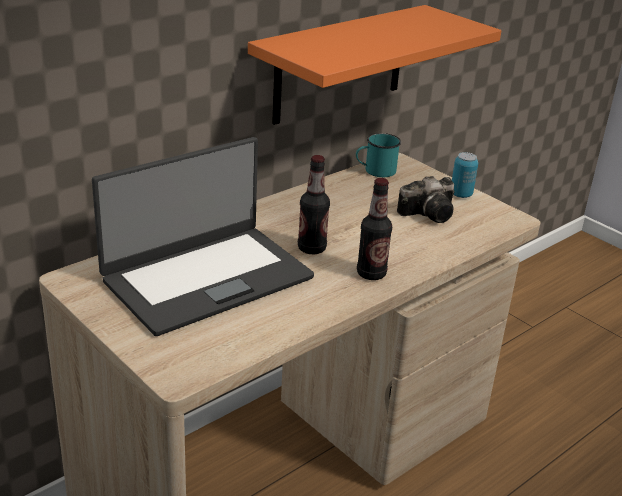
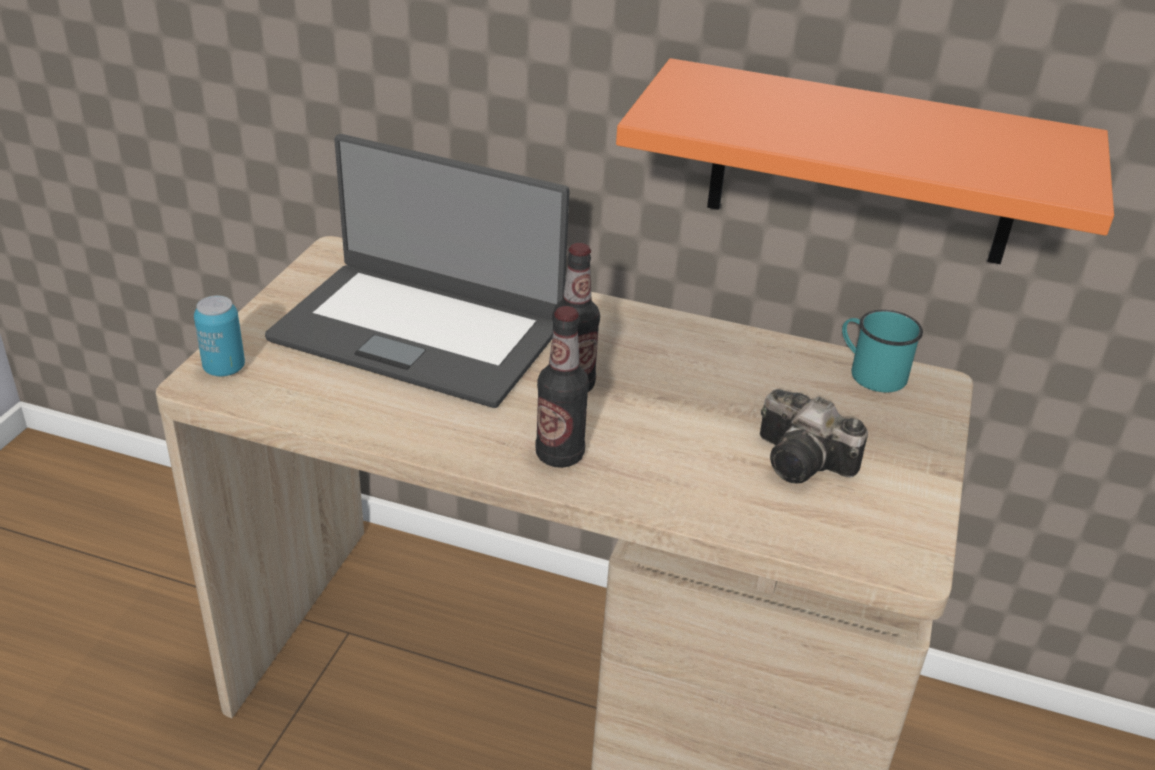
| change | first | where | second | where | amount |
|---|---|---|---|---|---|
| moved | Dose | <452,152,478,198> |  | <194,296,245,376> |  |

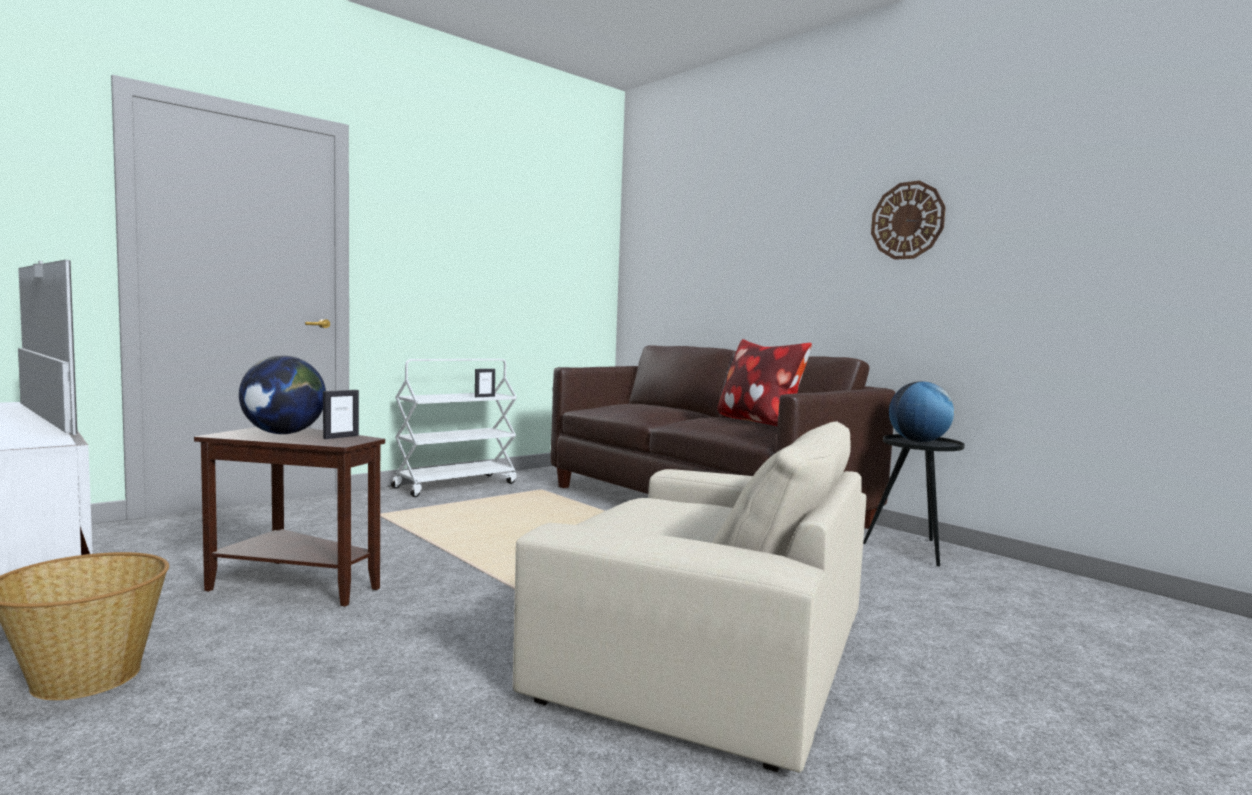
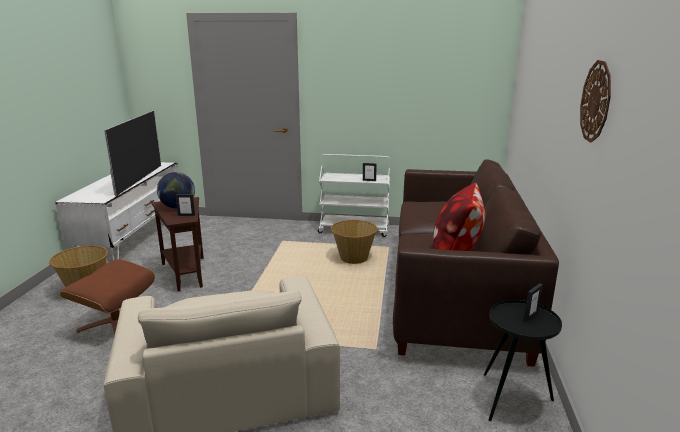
| change | first | where | second | where | amount |
|---|---|---|---|---|---|
| added |  |  | Polsterhocker [braun] | <60,260,155,336> |  |
| added |  |  | Korb | <331,220,377,264> |  |
| replaced | Globus | <889,381,954,442> | Bilderrahmen | <523,283,543,322> |  |

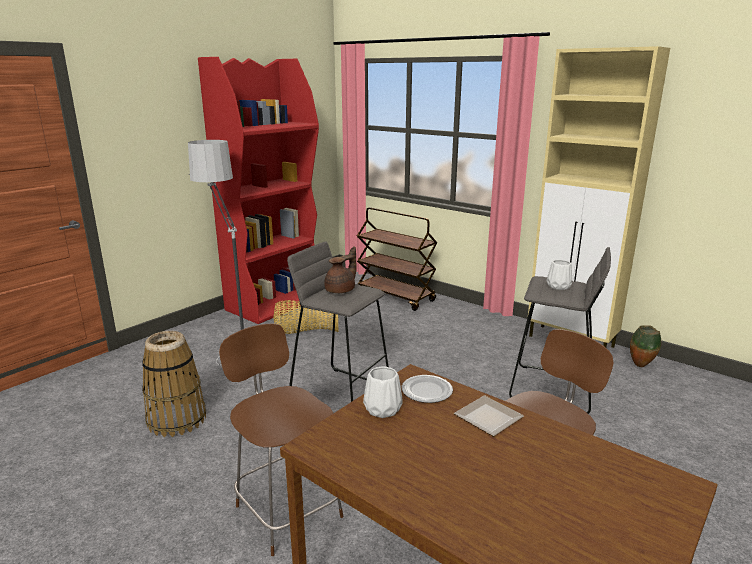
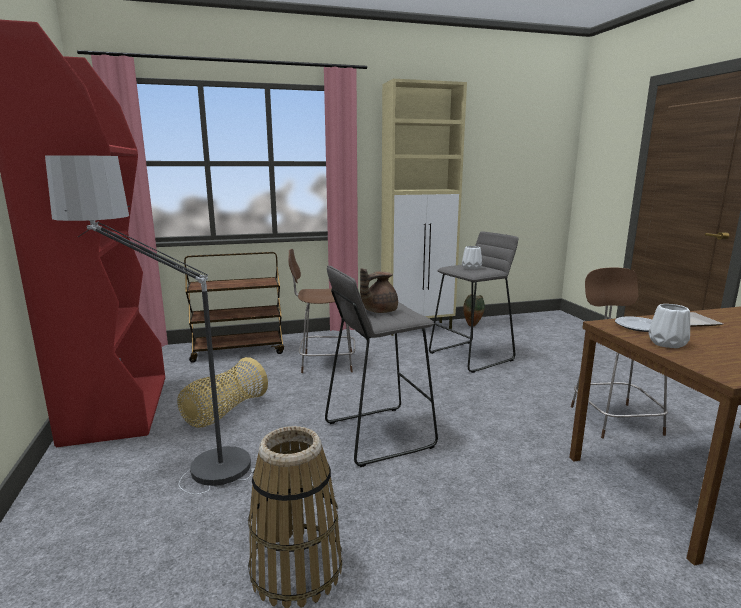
| change | first | where | second | where | amount |
|---|---|---|---|---|---|
| moved | Stuhl [braun] | <219,323,343,556> |  | <288,249,355,373> |  |
| turned | Teekanne [braun] | <324,246,357,293> |  | <360,268,398,313> | 120 degrees counterclockwise |

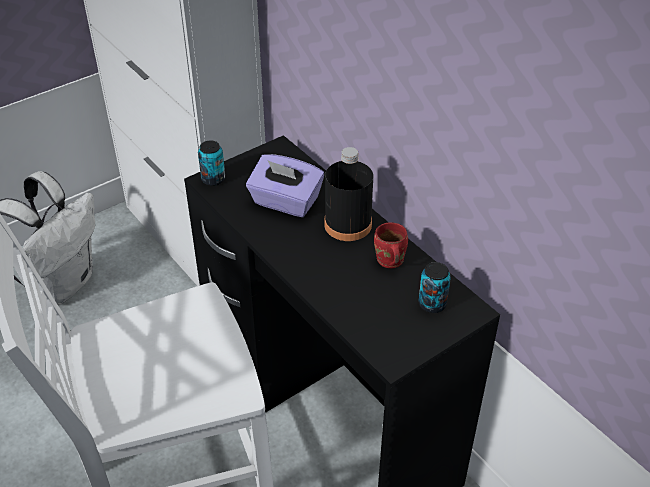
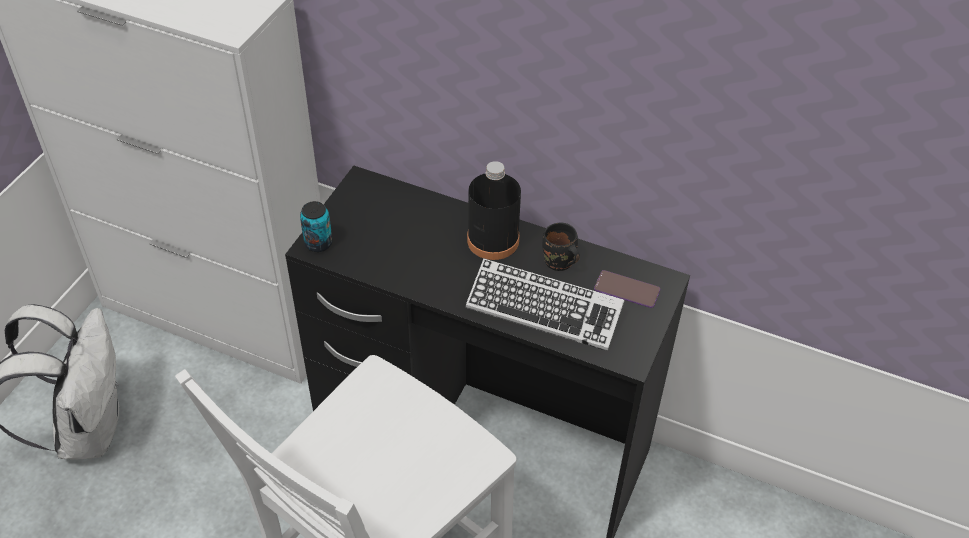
| change | first | where | second | where | amount |
|---|---|---|---|---|---|
| removed | Taschentuchbox [lila] | <246,154,324,217> |  |  |  |
| added |  |  | Tastatur | <466,258,624,351> |  |
| replaced | Dose | <419,262,451,313> | Handy | <594,270,660,308> |  |
| recoloured | Henkelbecher [rot] | <374,222,408,268> | Henkelbecher [schwarz] | <542,223,580,271> |  |

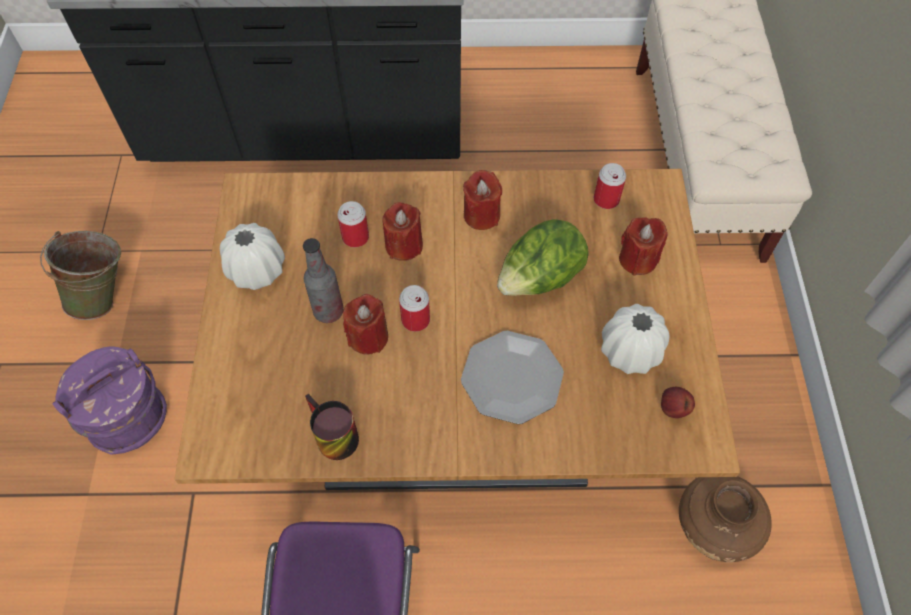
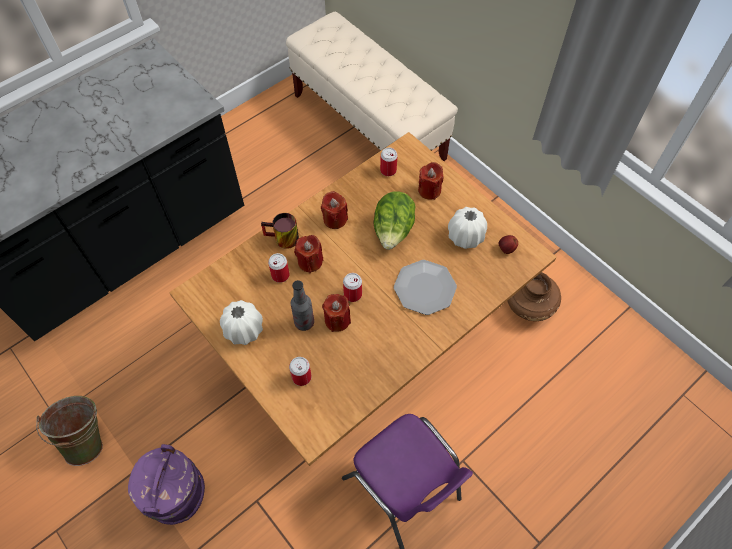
| change | first | where | second | where | amount |
|---|---|---|---|---|---|
| added |  |  | Dose | <289,357,312,386> |  |
| moved | Henkelbecher | <305,394,359,460> |  | <261,213,299,249> |  |

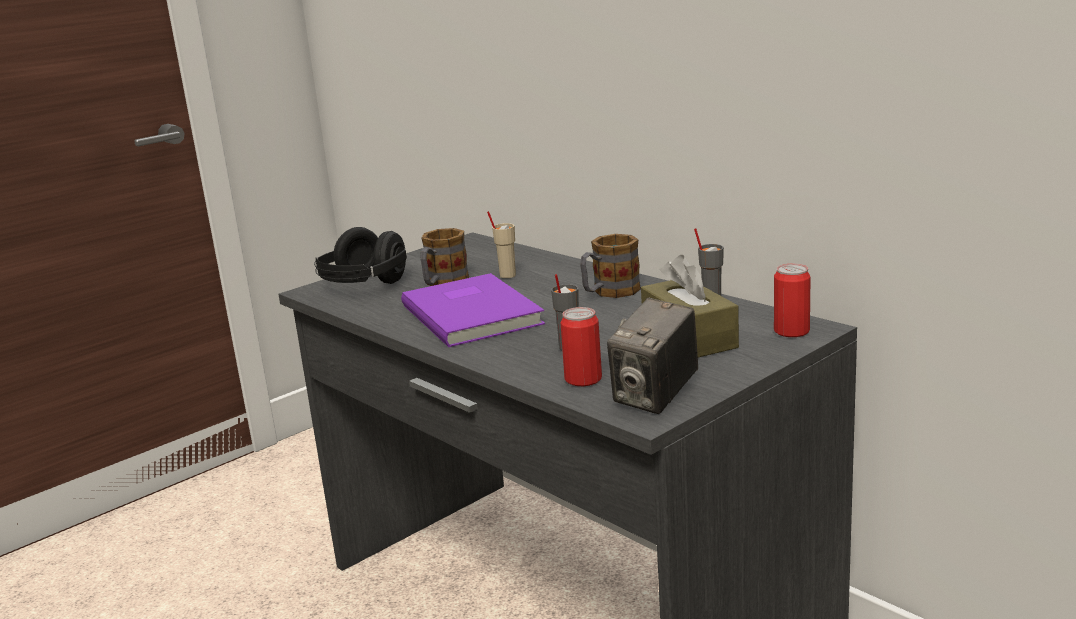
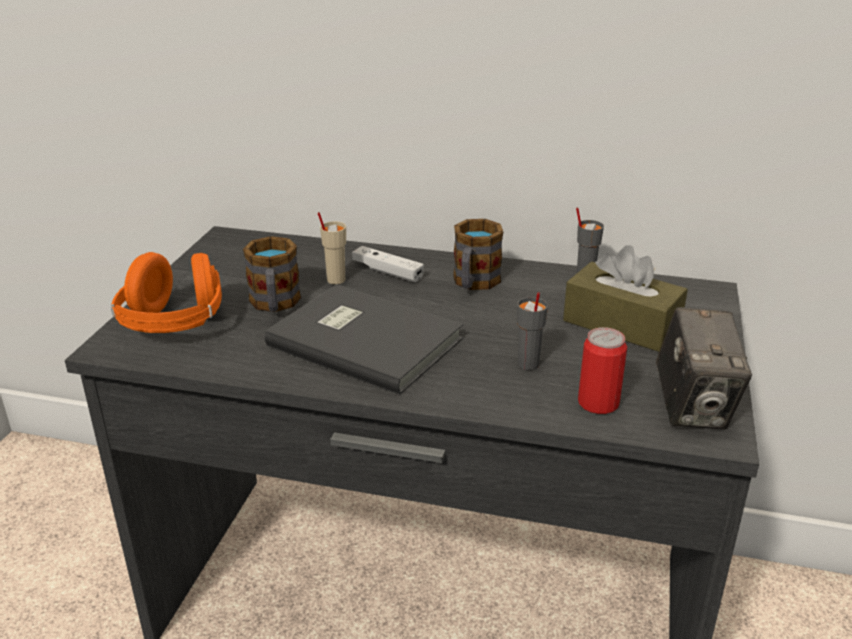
| change | first | where | second | where | amount |
|---|---|---|---|---|---|
| removed | Dose | <774,264,811,337> |  |  |  |
| added |  |  | Gamepad [weiß] | <352,246,424,282> |  |
| recoloured | Kopfhörer [schwarz] | <314,227,407,284> | Kopfhörer [orange] | <111,252,222,333> |  |
| recoloured | Buch [lila] | <401,273,545,347> | Buch [grau] | <265,284,464,395> |  |

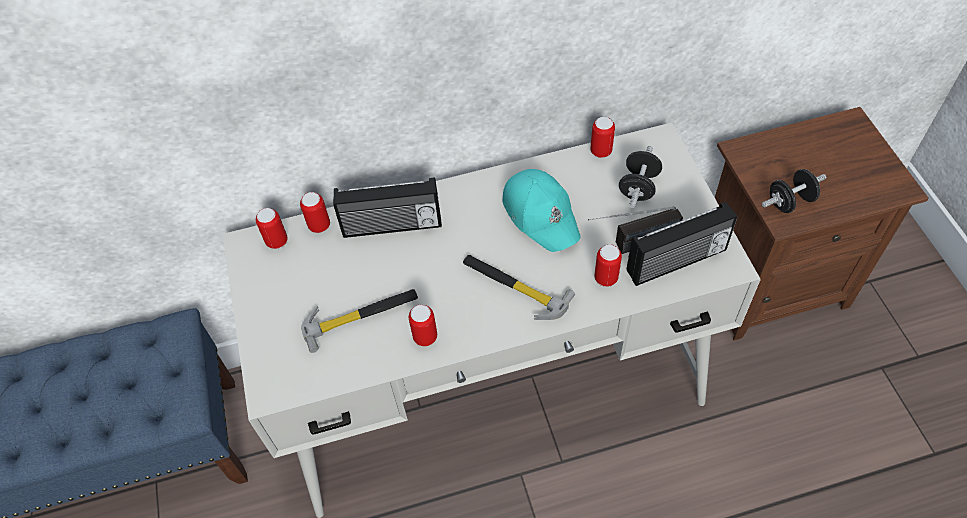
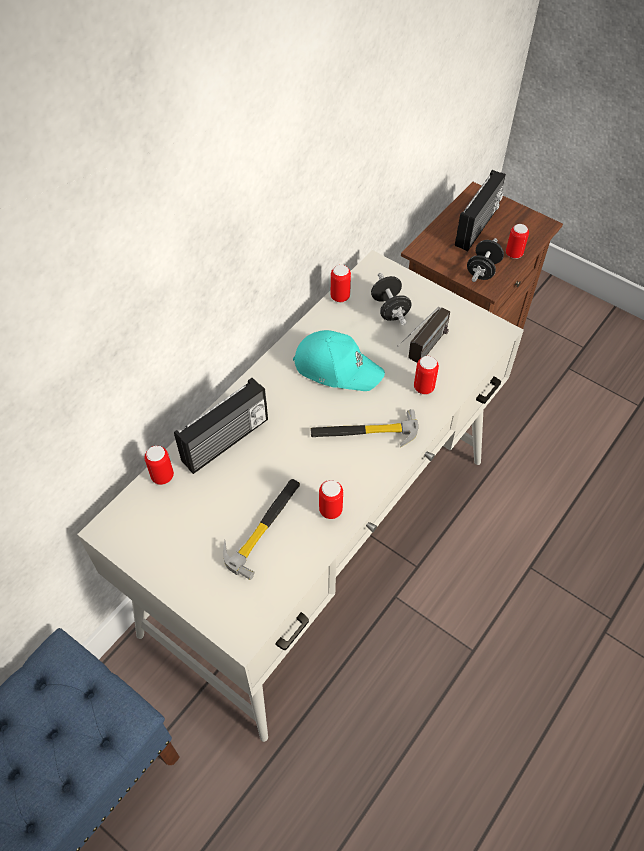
| change | first | where | second | where | amount |
|---|---|---|---|---|---|
| moved | Dose | <256,208,287,249> |  | <506,224,529,259> |  |
| moved | Radio | <627,202,738,286> |  | <455,170,506,251> |  |

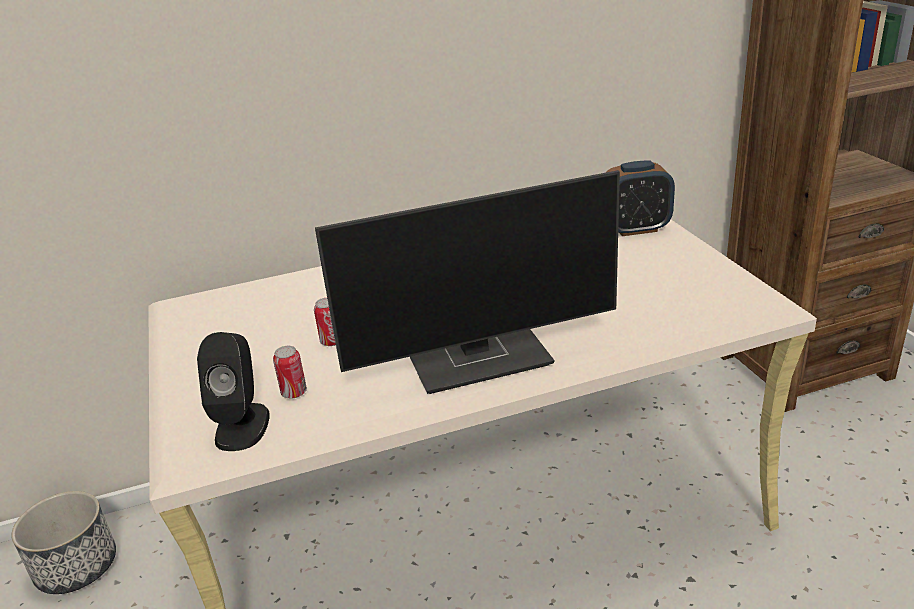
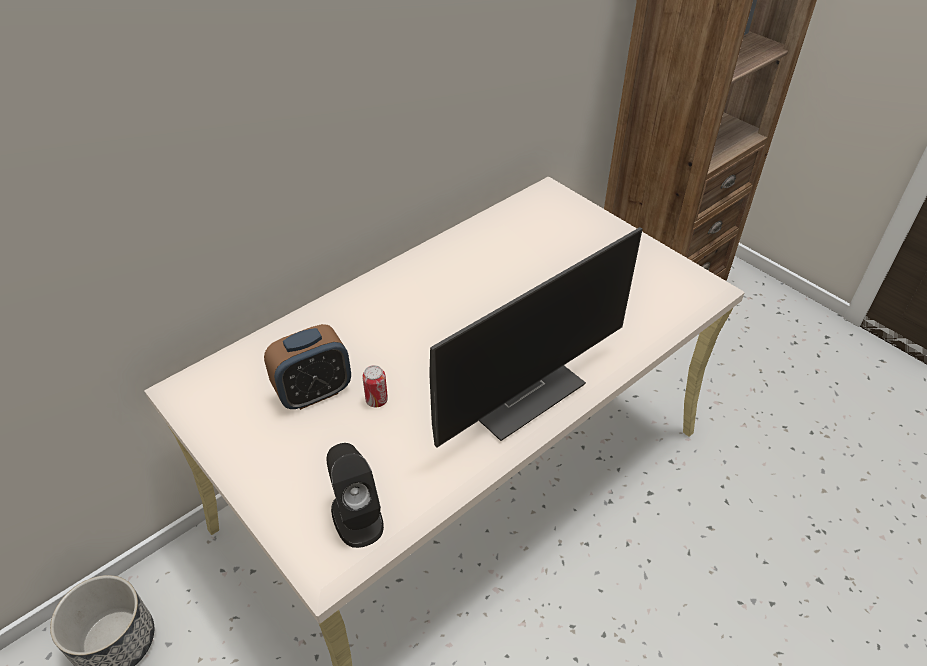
| change | first | where | second | where | amount |
|---|---|---|---|---|---|
| removed | Dose | <273,346,307,399> |  |  |  |
| moved | Wecker | <605,160,675,236> |  | <264,324,351,410> |  |

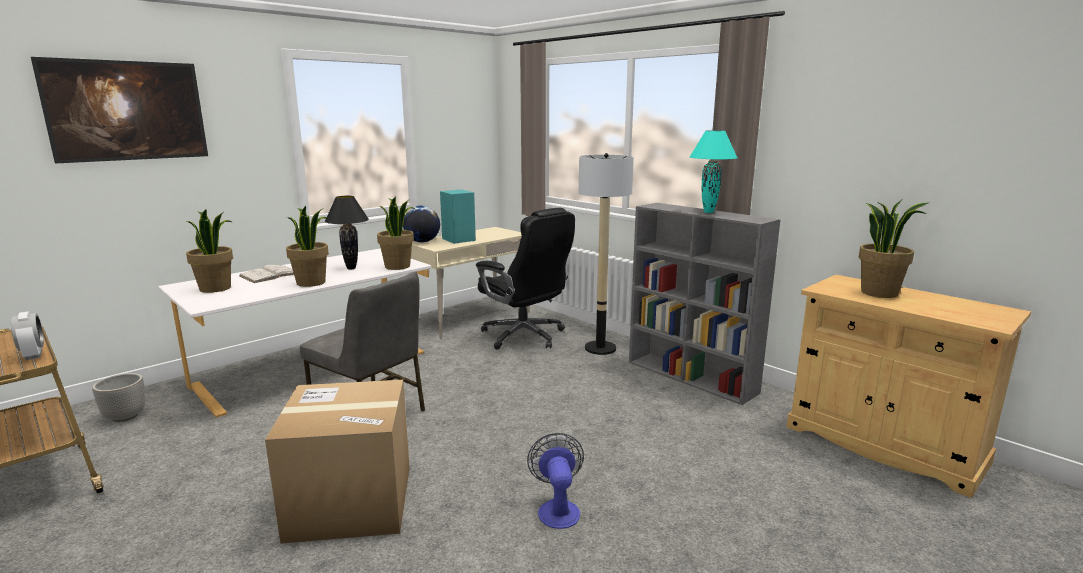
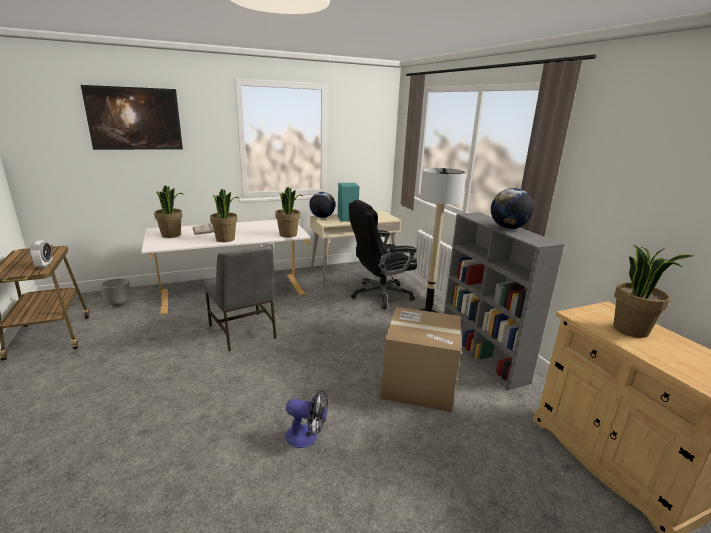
| change | first | where | second | where | amount |
|---|---|---|---|---|---|
| removed | Tischlampe [schwarz] | <325,196,369,269> |  |  |  |
| moved | Karton | <265,380,410,544> |  | <381,307,461,412> |  |
| replaced | Tischlampe [türkis] | <690,130,737,213> | Globus | <491,188,534,229> |  |
| turned | Bürostuhl [schwarz] | <476,208,575,350> |  | <349,200,417,310> | 90 degrees clockwise |
| turned | Ventilator | <527,433,584,529> |  | <285,390,328,448> | 90 degrees clockwise |

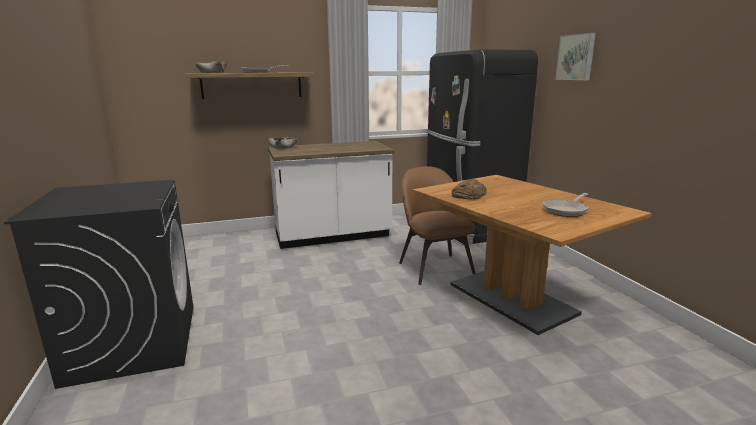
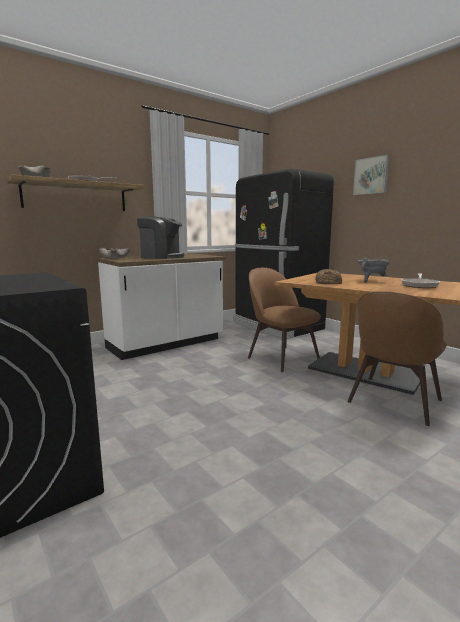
| change | first | where | second | where | amount |
|---|---|---|---|---|---|
| added |  |  | Kaffeemaschine | <137,216,185,259> |  |
| added |  |  | Stuhl [braun] | <347,291,447,426> |  |
| added |  |  | Kochtopf [grau] | <357,258,390,283> |  |

